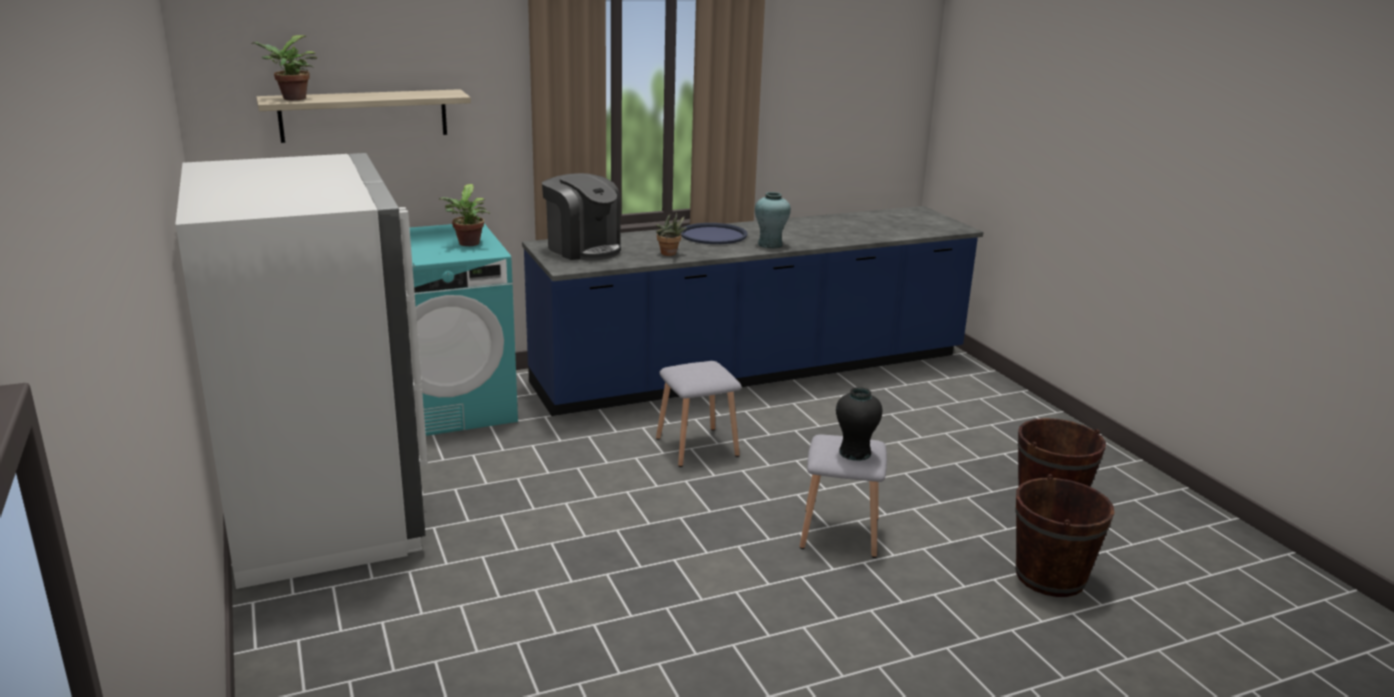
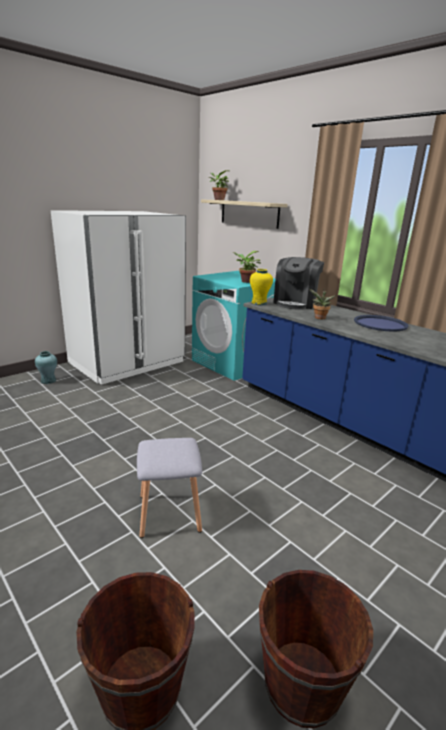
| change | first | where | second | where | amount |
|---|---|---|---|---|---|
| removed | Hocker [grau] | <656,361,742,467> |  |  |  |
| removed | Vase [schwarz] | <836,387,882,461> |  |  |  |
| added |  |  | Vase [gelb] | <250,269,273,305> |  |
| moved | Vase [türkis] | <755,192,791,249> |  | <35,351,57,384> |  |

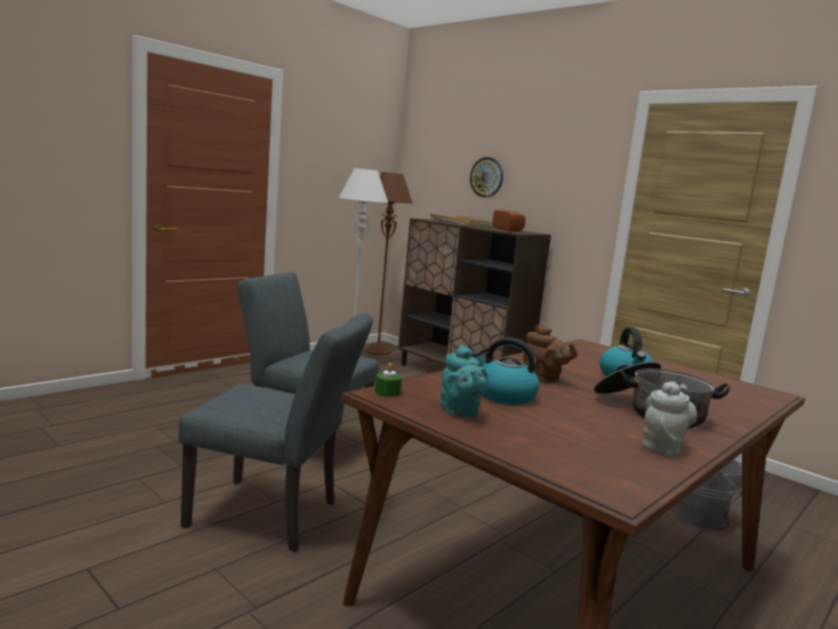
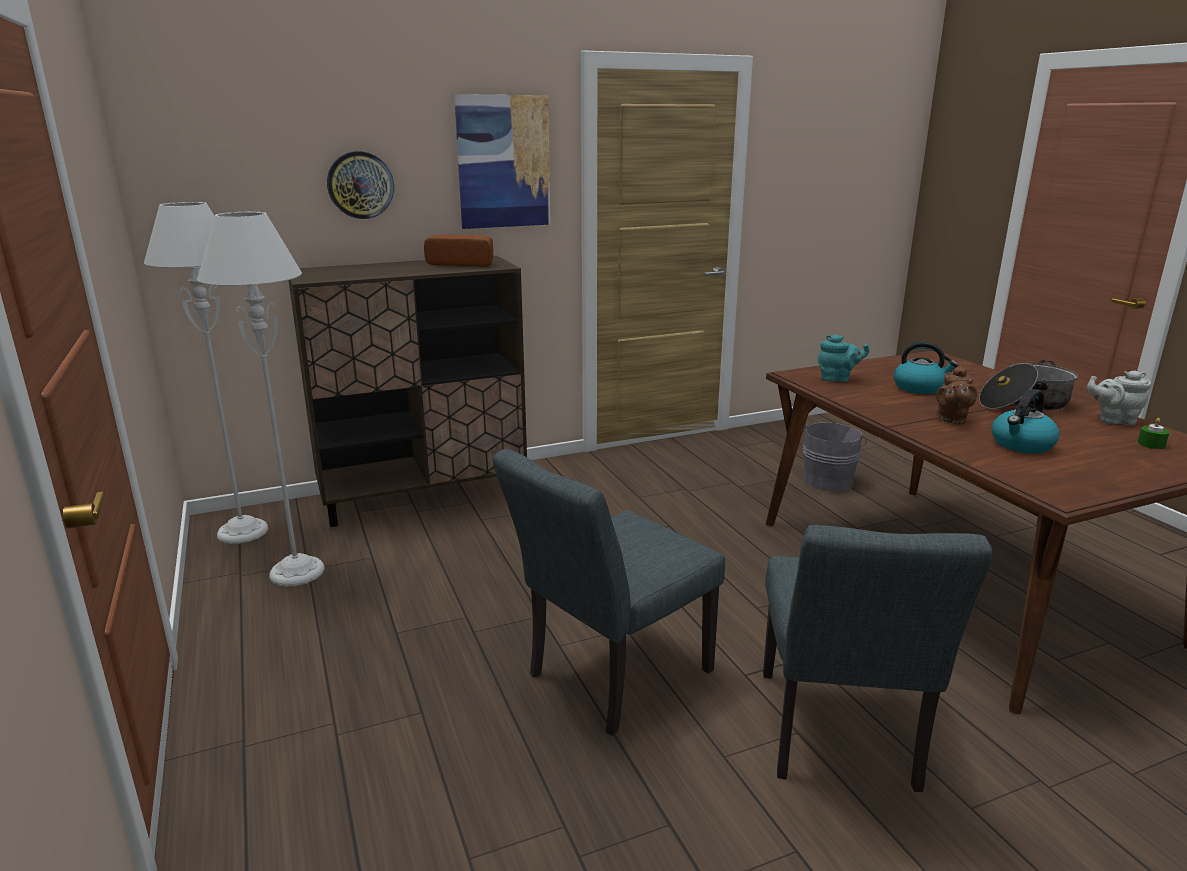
| change | first | where | second | where | amount |
|---|---|---|---|---|---|
| removed | Tablett [beige] | <430,214,492,227> |  |  |  |
| added |  |  | Bild | <454,94,551,229> |  |
| moved | Kerze [grün] | <375,363,402,397> |  | <1137,418,1170,449> |  |
| moved | Teekanne [türkis] | <440,345,488,418> |  | <818,334,869,382> |  |
| recoloured | Stehlampe [braun] | <365,172,412,355> | Stehlampe [grau] | <144,202,268,544> |  |
| turned | Stuhl [grau] | <179,313,373,552> |  | <763,525,992,792> | 150 degrees clockwise |
| turned | Teekanne [braun] | <522,325,577,383> |  | <936,365,977,424> | 135 degrees clockwise |
| turned | Teekanne [grau] | <642,381,697,456> |  | <1087,371,1151,425> | 45 degrees counterclockwise |

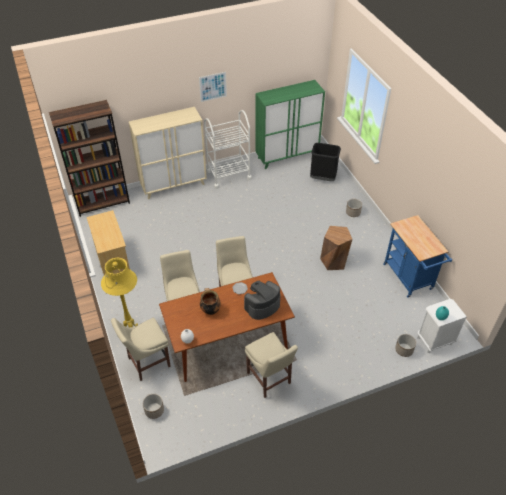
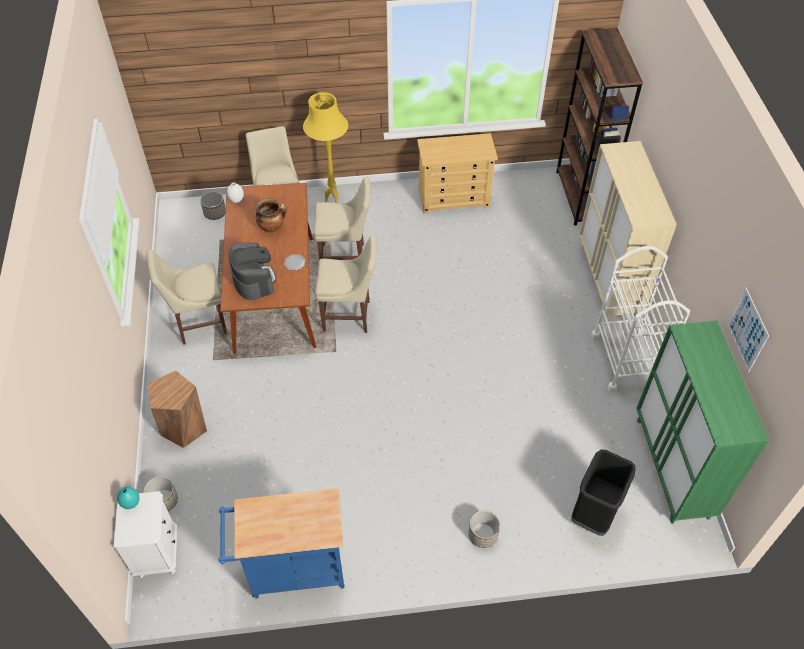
| change | first | where | second | where | amount |
|---|---|---|---|---|---|
| moved | Bild | <199,72,227,102> |  | <728,288,769,372> |  |
| moved | Hocker [braun] | <320,226,352,270> |  | <148,371,207,448> |  |

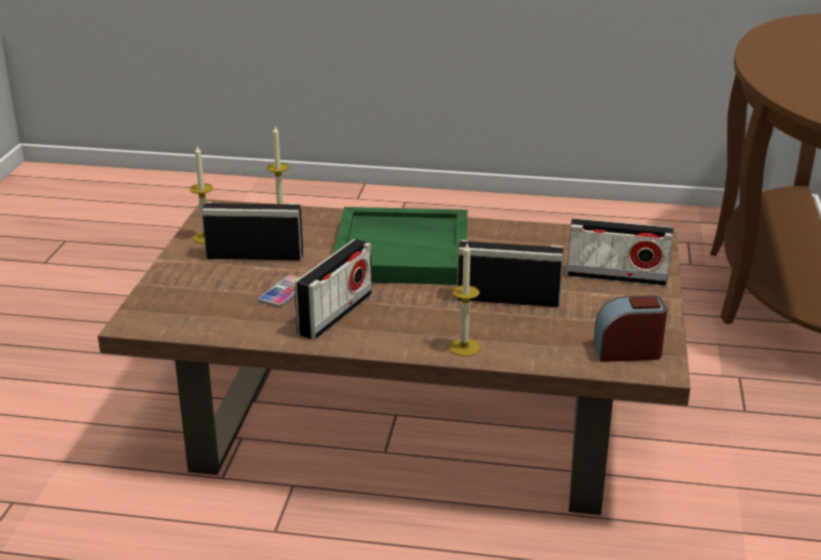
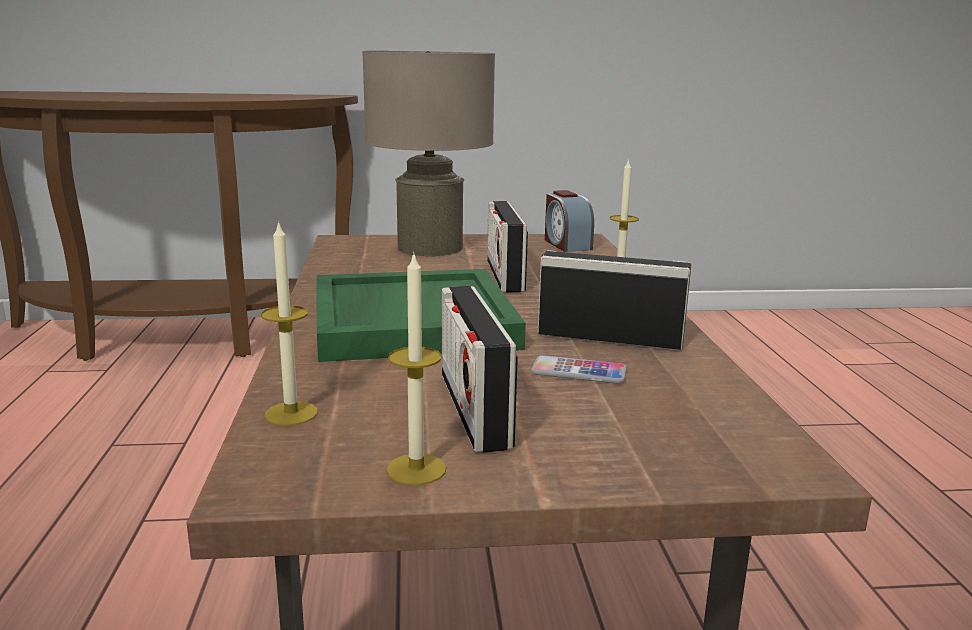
| change | first | where | second | where | amount |
|---|---|---|---|---|---|
| replaced | Radio | <567,218,673,286> | Tischlampe [beige] | <362,51,495,256> |  |

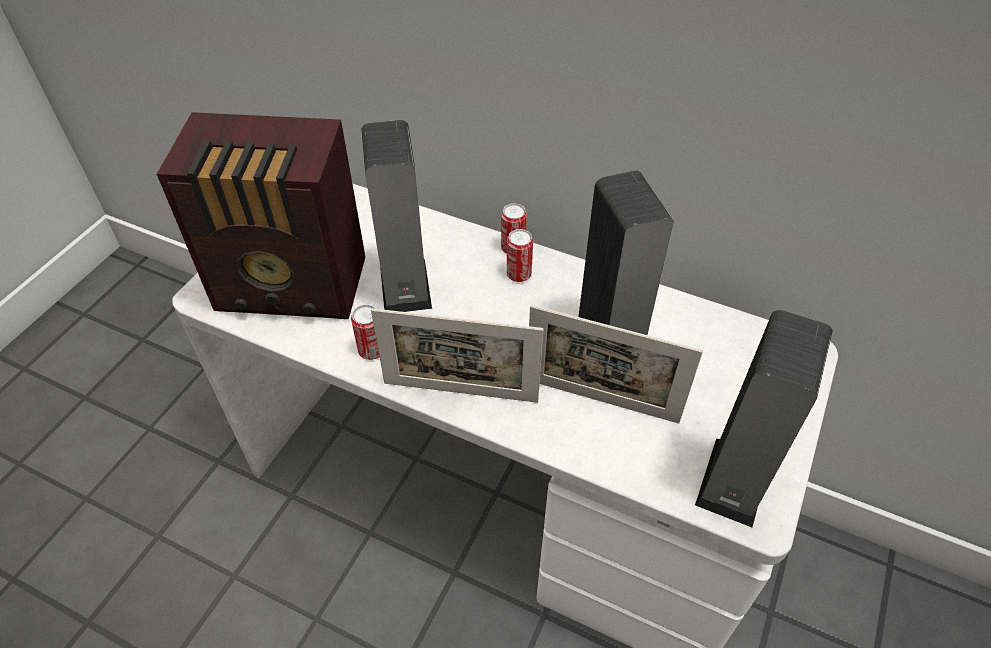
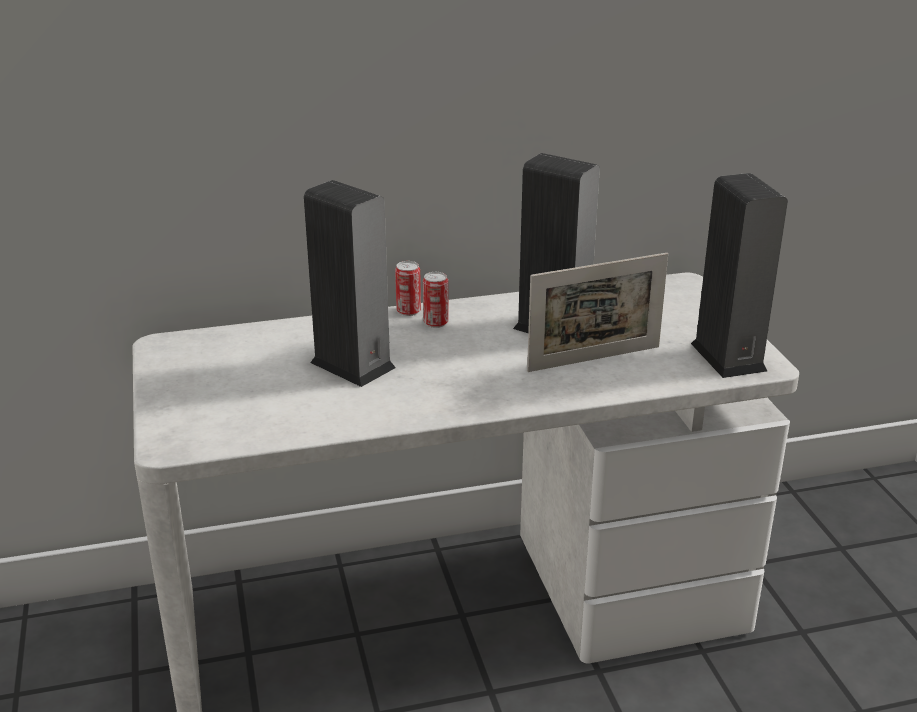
| change | first | where | second | where | amount |
|---|---|---|---|---|---|
| removed | Radio | <157,112,365,319> |  |  |  |
| removed | Dose | <351,305,379,360> |  |  |  |
| removed | Bilderrahmen | <371,308,544,403> |  |  |  |

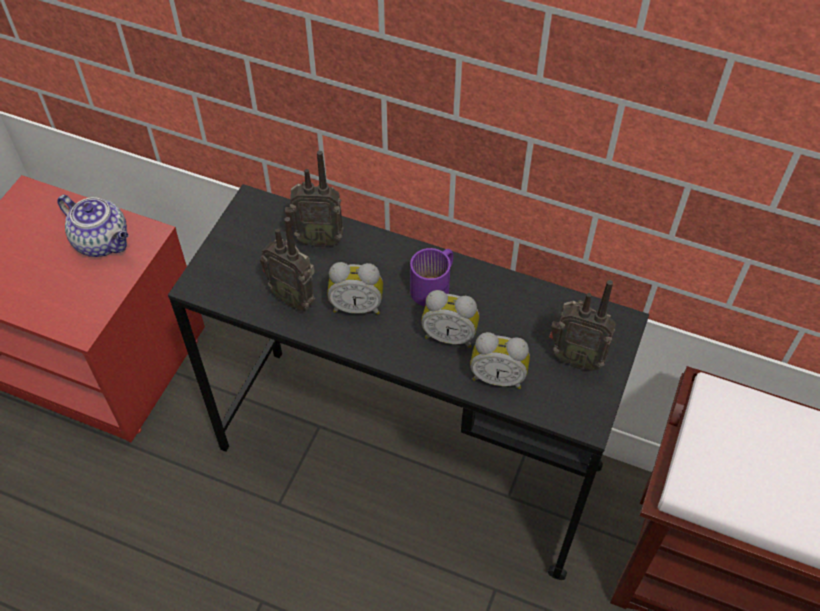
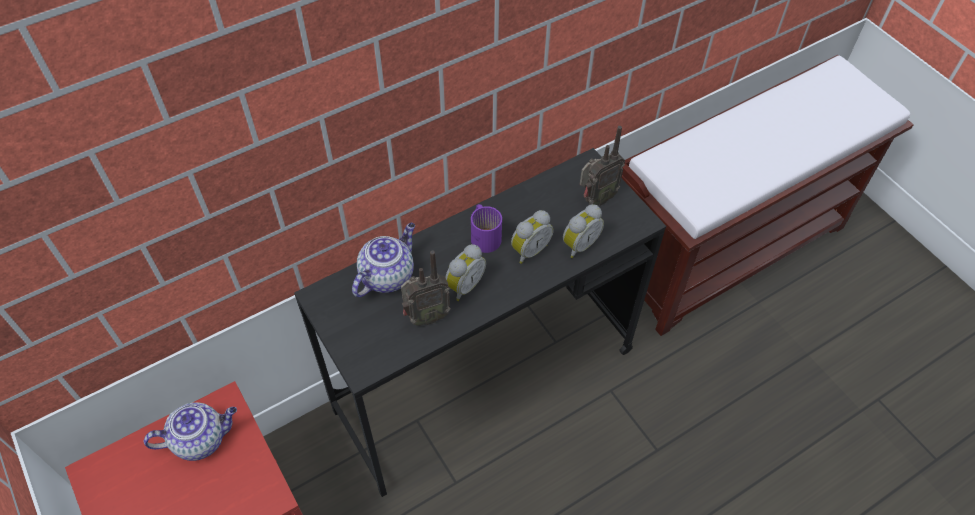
| change | first | where | second | where | amount |
|---|---|---|---|---|---|
| replaced | Radio | <285,151,344,248> | Teekanne | <352,223,415,297> |  |

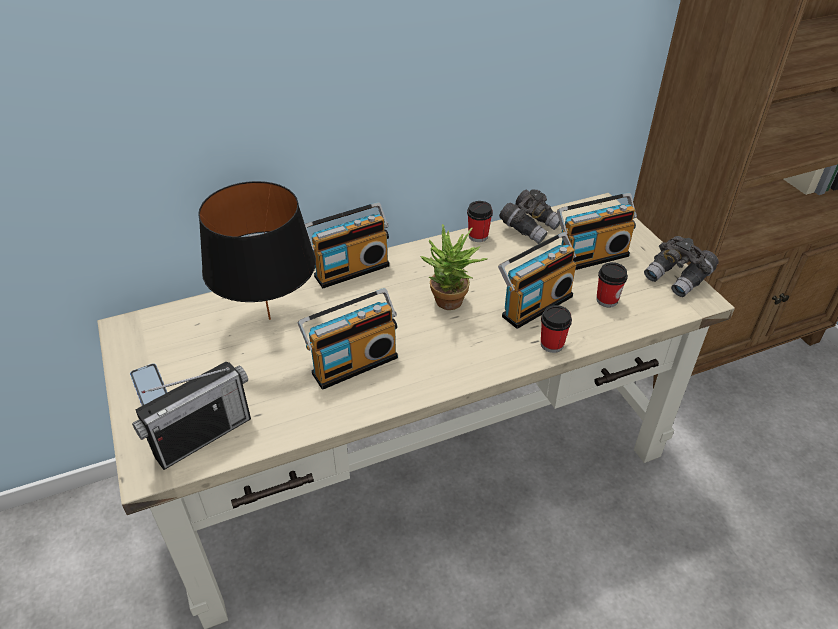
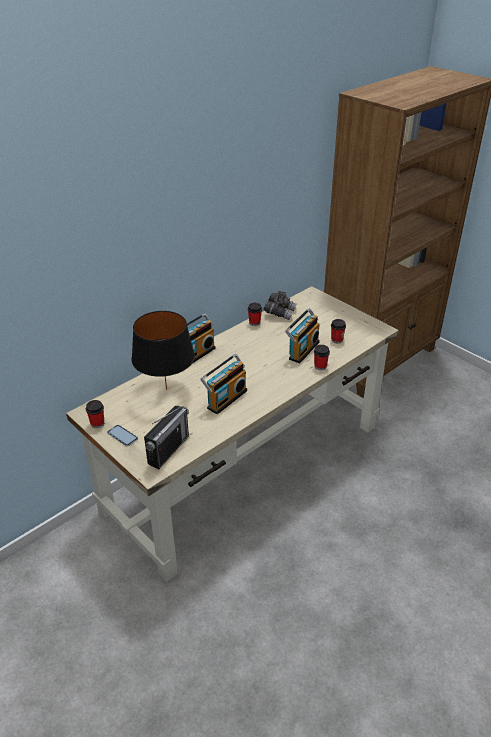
| change | first | where | second | where | amount |
|---|---|---|---|---|---|
| removed | Topfpflanze | <420,224,488,310> |  |  |  |
| removed | Radio | <557,193,637,270> |  |  |  |
| removed | Fernglas [grau] | <644,236,719,297> |  |  |  |
| added |  |  | Tasse | <86,400,104,428> |  |

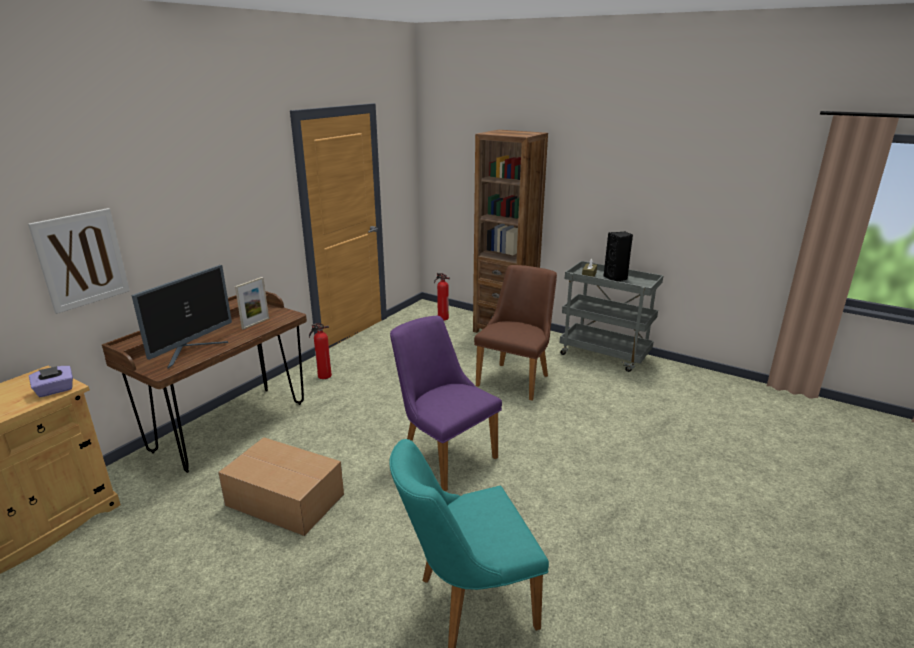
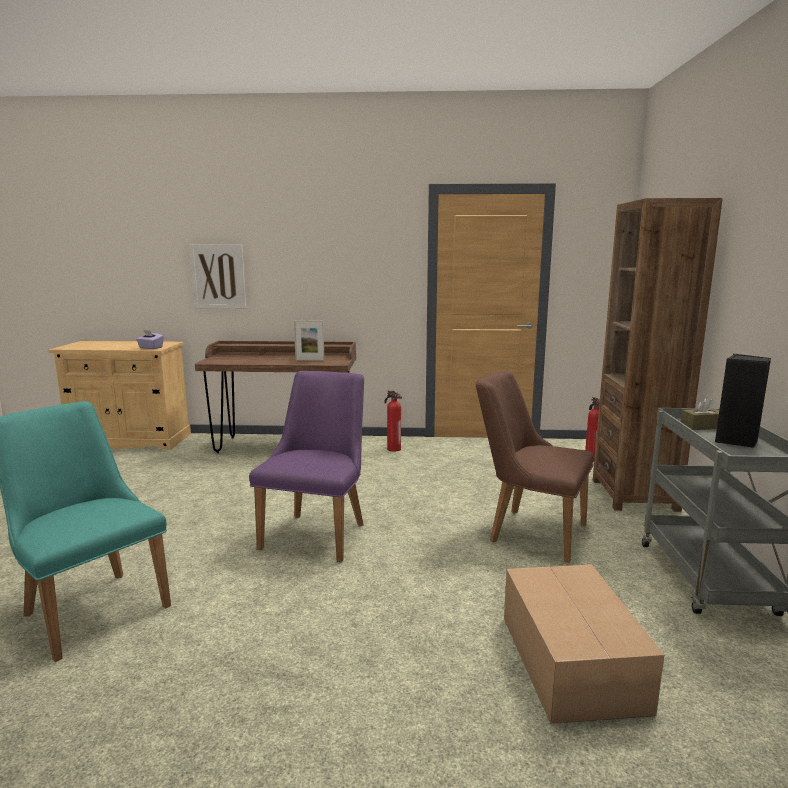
| change | first | where | second | where | amount |
|---|---|---|---|---|---|
| removed | Monitor | <132,265,232,369> |  |  |  |
| moved | Karton | <218,437,344,536> |  | <504,564,664,724> |  |
| turned | Stuhl [braun] | <474,265,557,401> |  | <476,371,593,563> | 150 degrees counterclockwise |

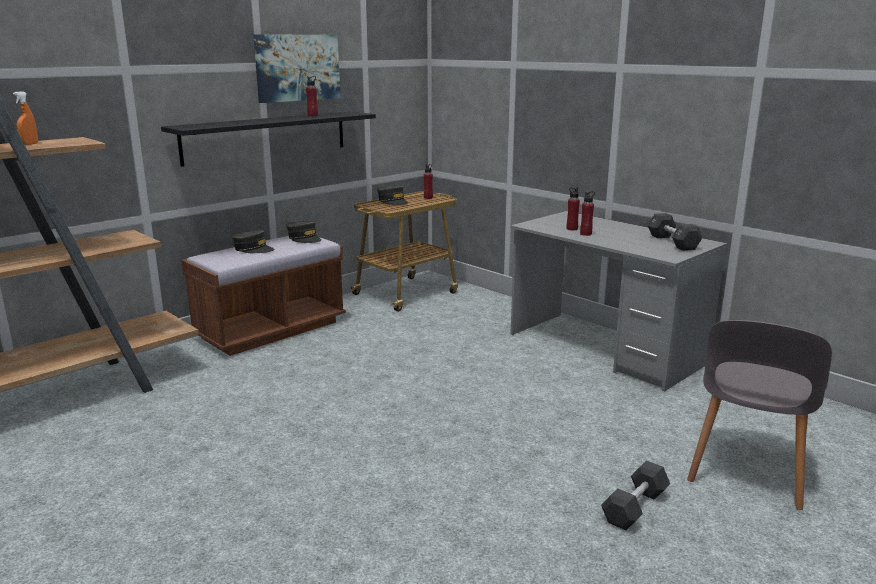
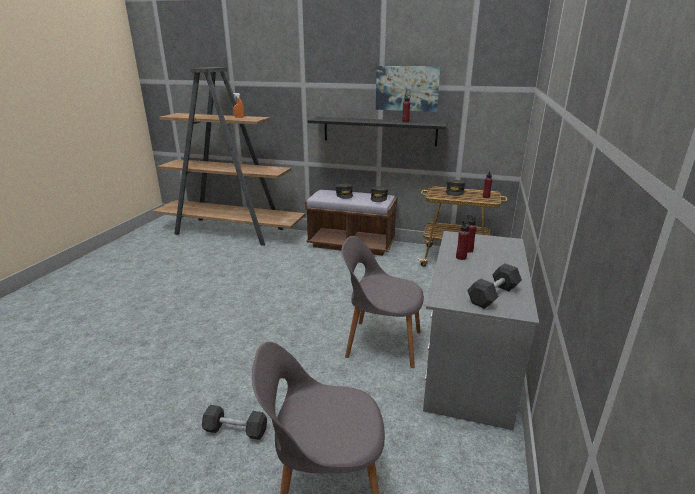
| change | first | where | second | where | amount |
|---|---|---|---|---|---|
| added |  |  | Stuhl [grau] | <341,236,424,368> |  |

